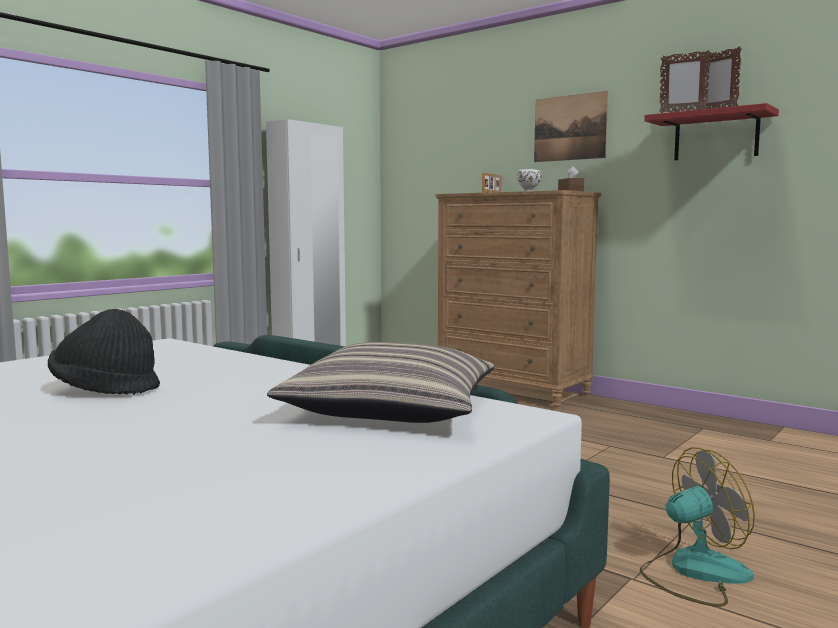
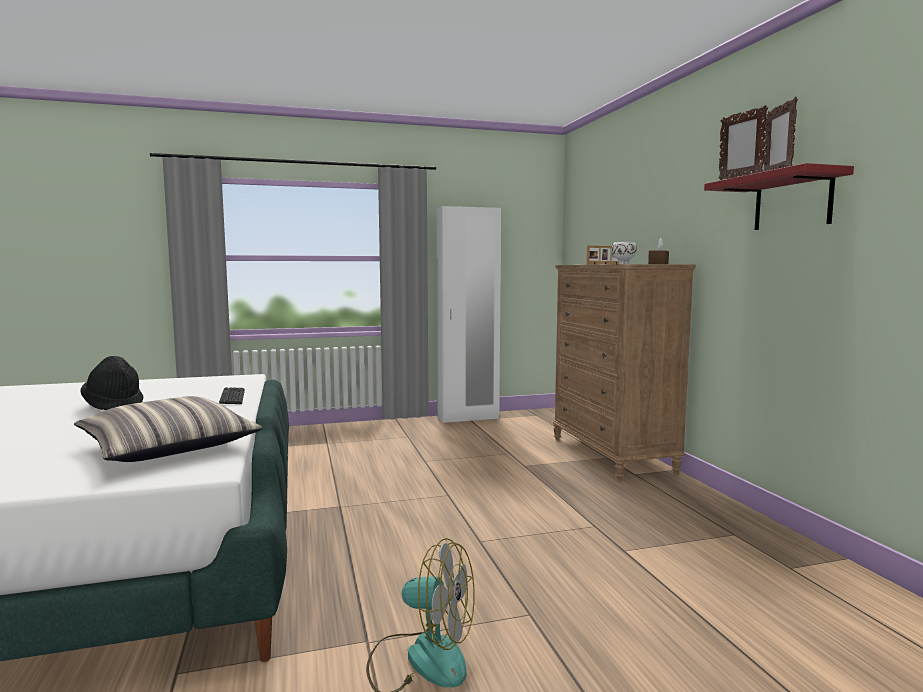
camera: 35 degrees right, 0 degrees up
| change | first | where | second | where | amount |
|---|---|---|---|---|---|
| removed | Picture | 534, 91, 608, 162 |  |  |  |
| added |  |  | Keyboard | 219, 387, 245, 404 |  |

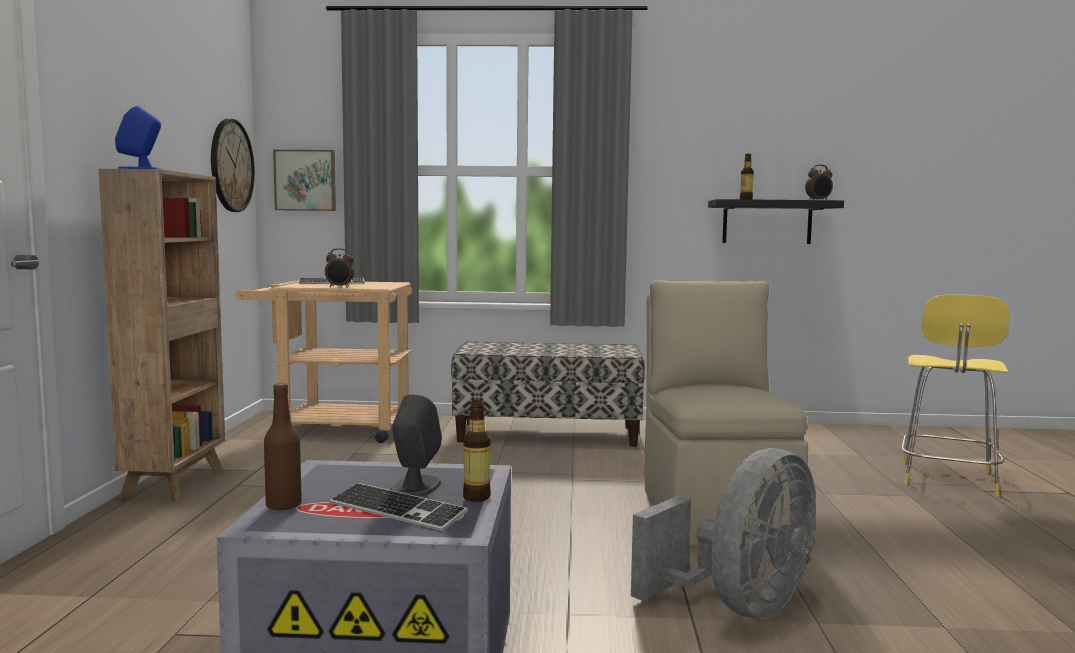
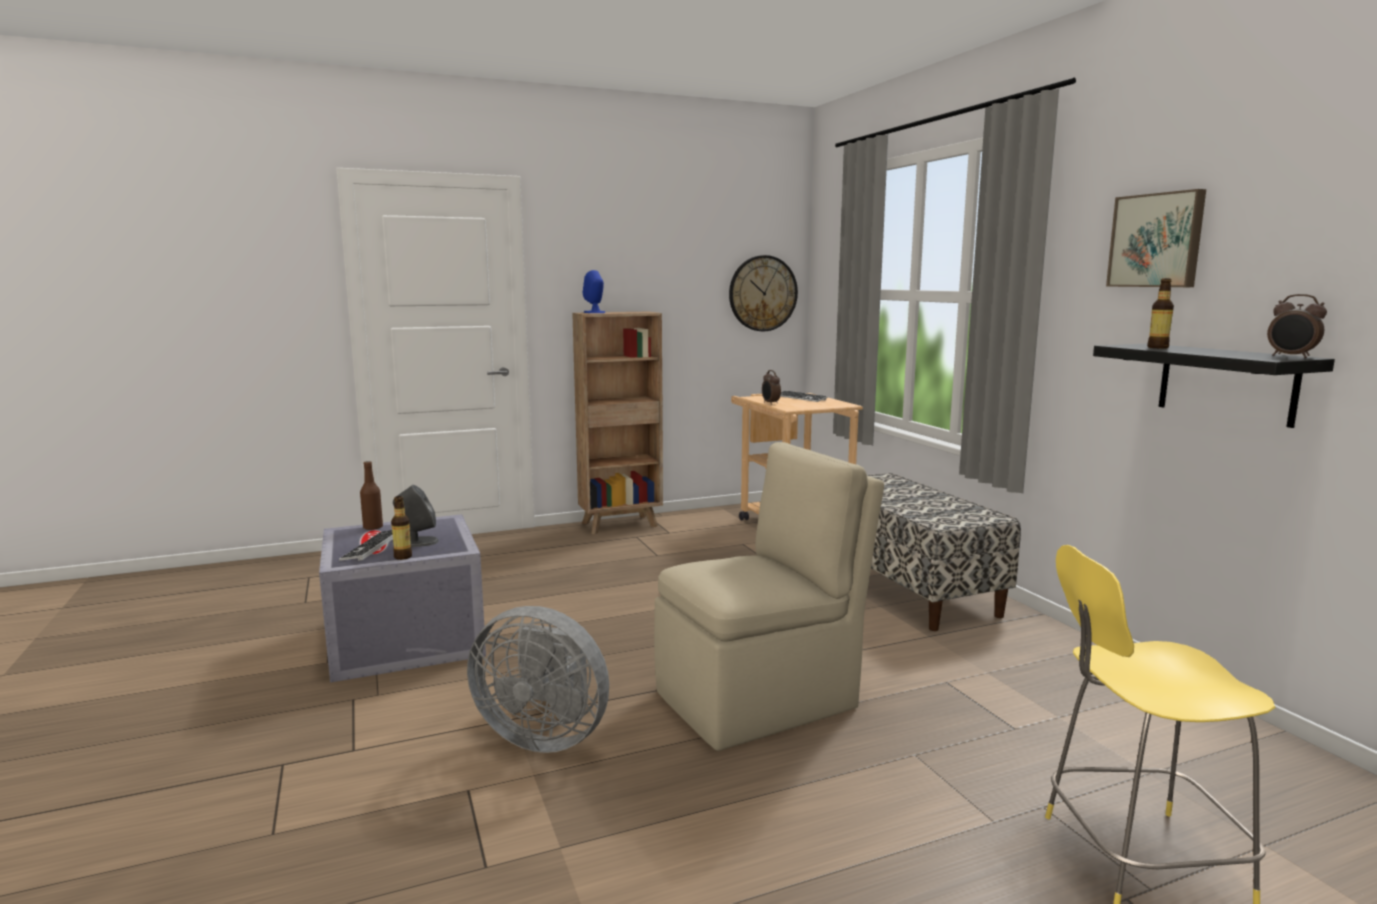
camera: 65 degrees right, 5 degrees up
| change | first | where | second | where | amount |
|---|---|---|---|---|---|
| moved | Picture | 273, 150, 336, 211 |  | 1106, 189, 1206, 287 |  |

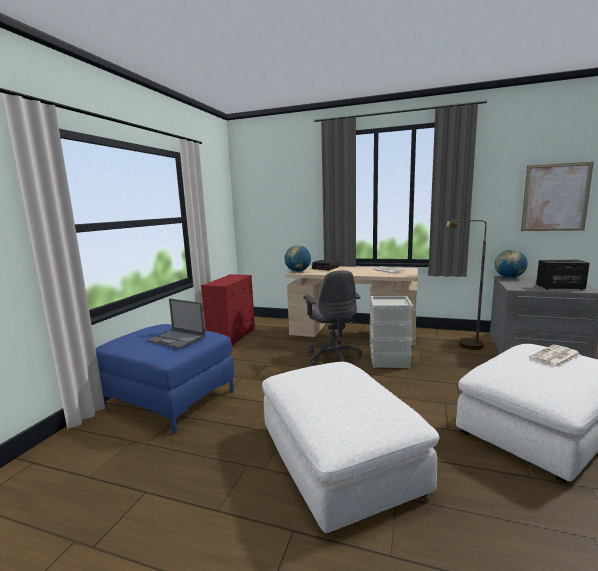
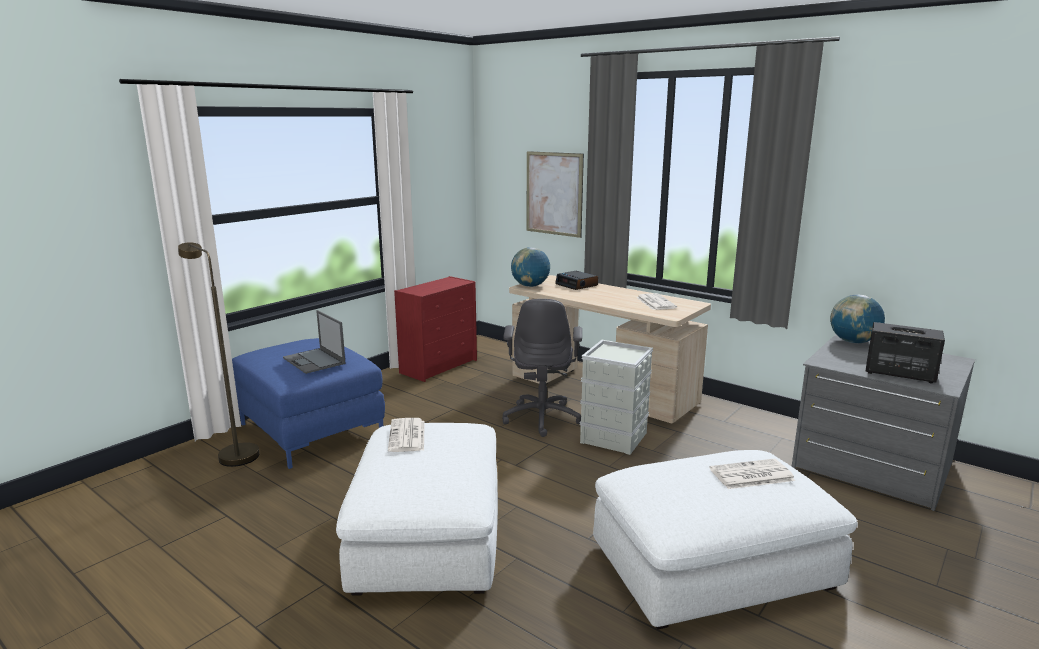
camera: 20 degrees right, 5 degrees up
| change | first | where | second | where | amount |
|---|---|---|---|---|---|
| added |  |  | Newspaper | 388, 418, 425, 452 |  |
| moved | BrownFloorLamp | 444, 220, 487, 350 |  | 178, 242, 259, 467 |  |
| moved | Picture | 521, 162, 594, 231 |  | 527, 151, 584, 238 |  |

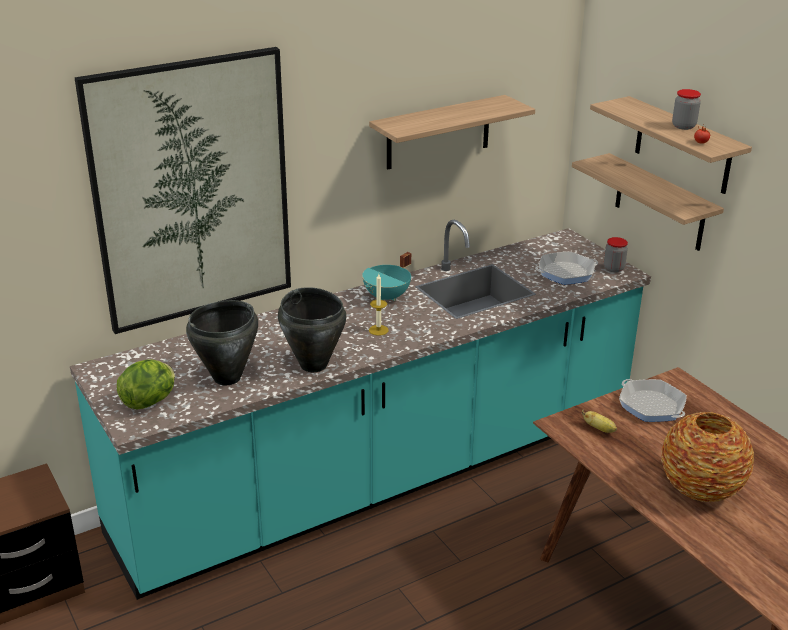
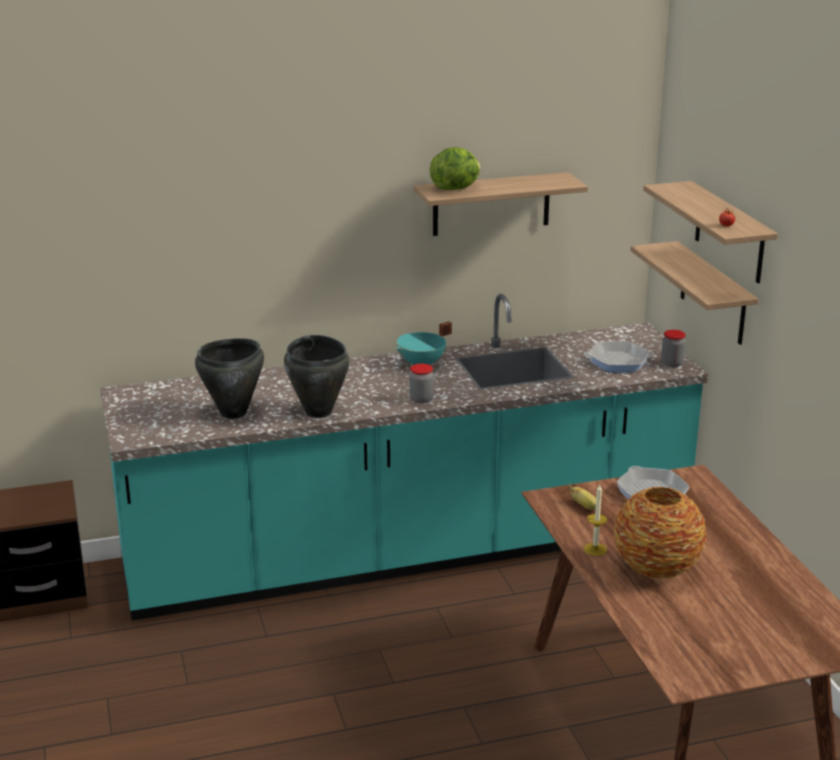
camera: 15 degrees right, 5 degrees down
| change | first | where | second | where | amount |
|---|---|---|---|---|---|
| removed | Picture | 75, 47, 291, 334 |  |  |  |
| moved | Lettuce | 117, 359, 175, 410 |  | 430, 147, 480, 190 |  |
| moved | Candle | 369, 274, 389, 336 |  | 584, 484, 607, 556 |  |
| moved | Jar | 672, 89, 701, 130 |  | 409, 364, 434, 403 |  |

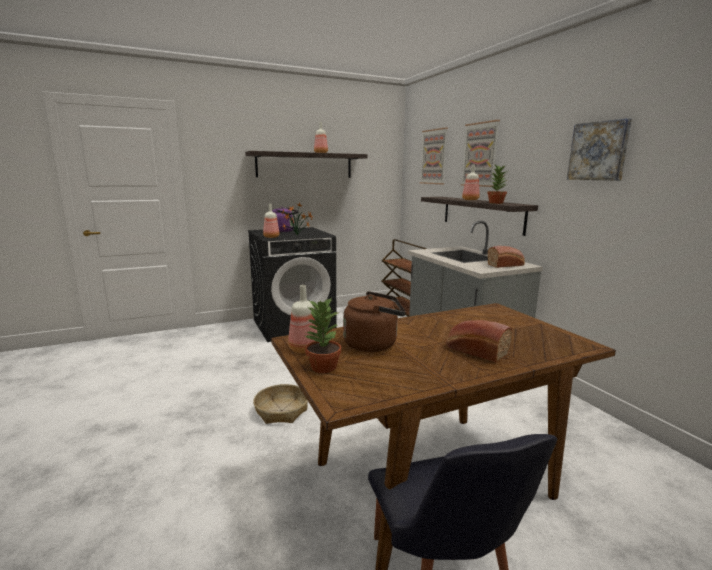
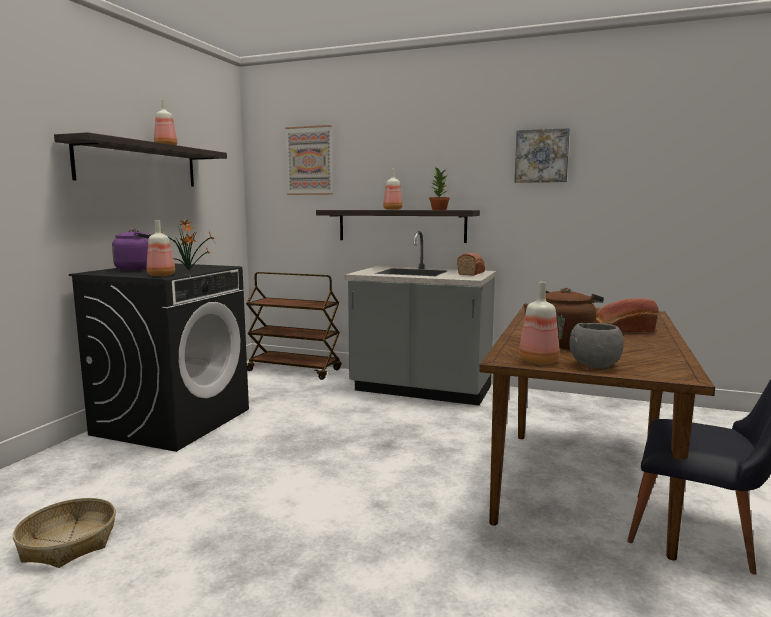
camera: 45 degrees left, 5 degrees down
| change | first | where | second | where | amount |
|---|---|---|---|---|---|
| removed | Picture | 461, 120, 500, 187 |  |  |  |
| moved | Basket | 253, 384, 308, 424 |  | 13, 498, 116, 568 |  |
| replaced | PottedPlant | 305, 297, 341, 373 | GreyBowl | 569, 323, 624, 368 |  |

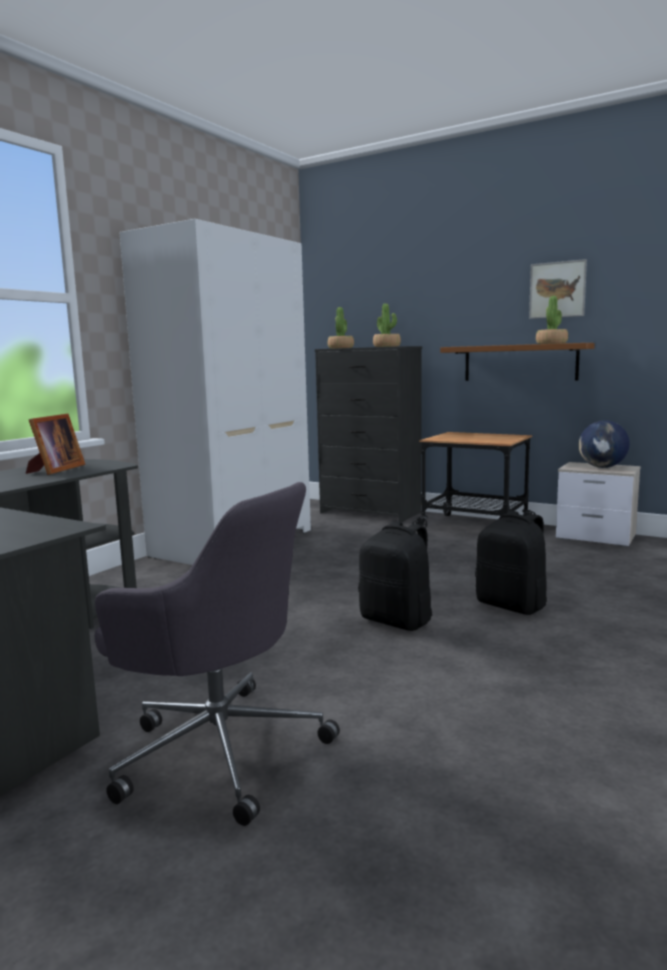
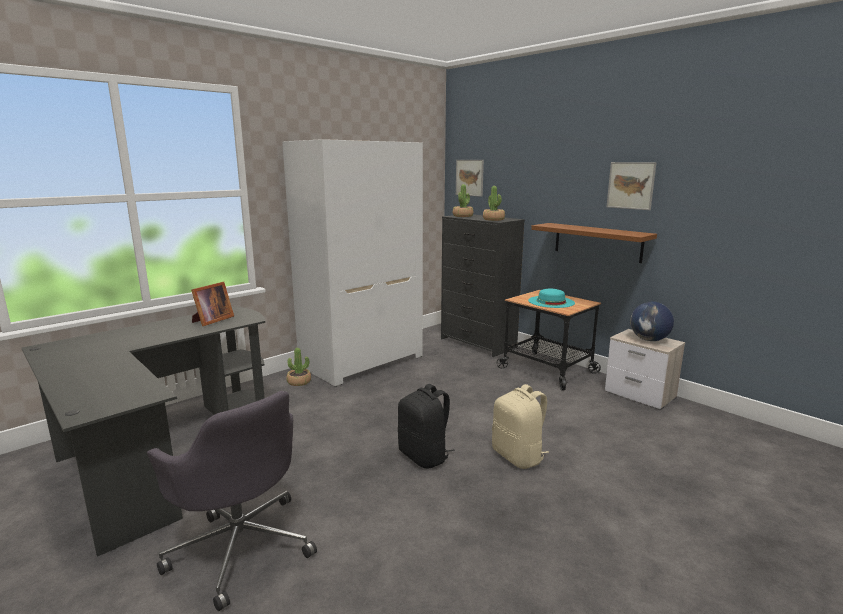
camera: 15 degrees right, 5 degrees up
| change | first | where | second | where | amount |
|---|---|---|---|---|---|
| added |  |  | Picture | 456, 160, 484, 197 |  |
| added |  |  | TurquoiseHat | 528, 289, 575, 308 |  |
| moved | PottedPlant | 536, 296, 568, 344 |  | 287, 348, 311, 386 |  |
| recoloured | BlackBackpack | 475, 511, 547, 615 | BeigeBackpack | 492, 384, 549, 469 |  |

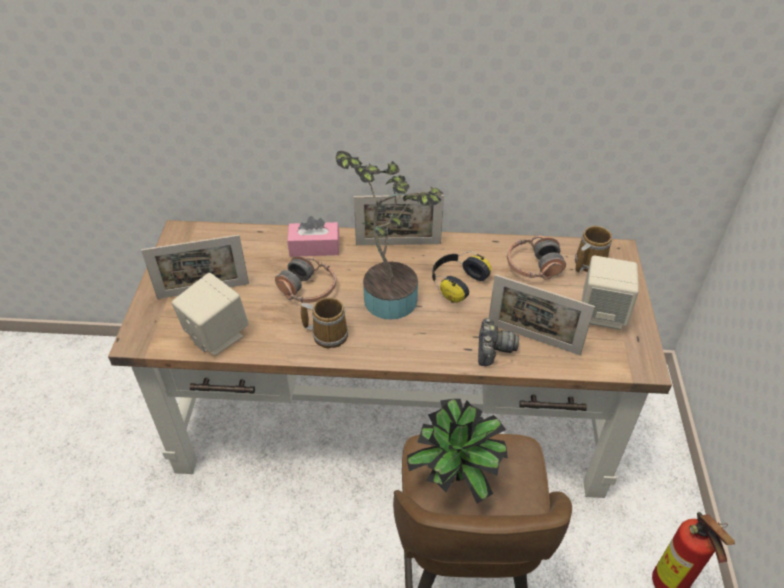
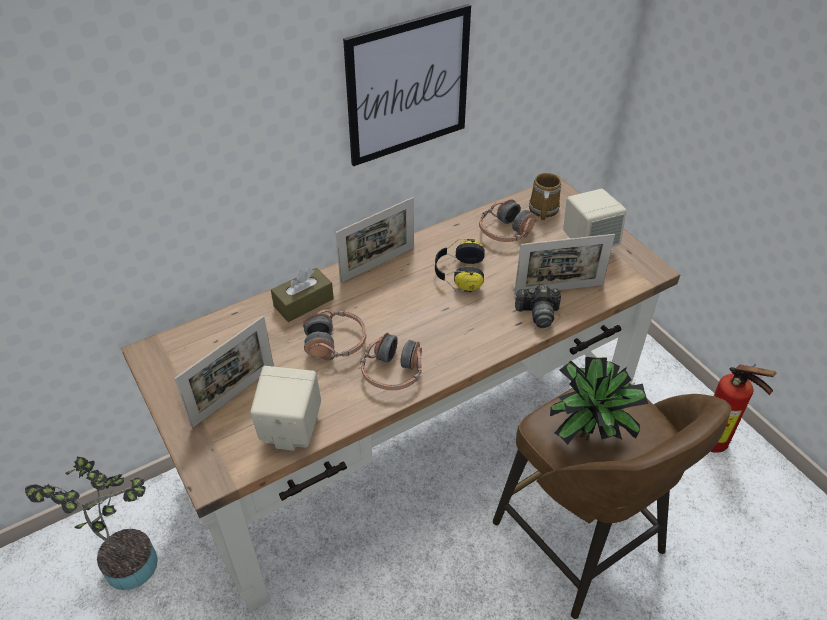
camera: 35 degrees left, 0 degrees up
| change | first | where | second | where | amount |
|---|---|---|---|---|---|
| added |  |  | Picture | 343, 4, 471, 166 |  |
| moved | PottedPlant | 336, 151, 443, 320 |  | 25, 457, 158, 590 |  |
| replaced | Mug | 301, 297, 348, 348 | Headphones | 360, 333, 422, 390 |  |
| recoloured | PinkTissueBox | 287, 216, 339, 257 | BrownTissueBox | 271, 267, 334, 322 |  |
| turned | PhotoCamera | 478, 318, 519, 366 |  | 515, 285, 561, 328 | 120 degrees clockwise |

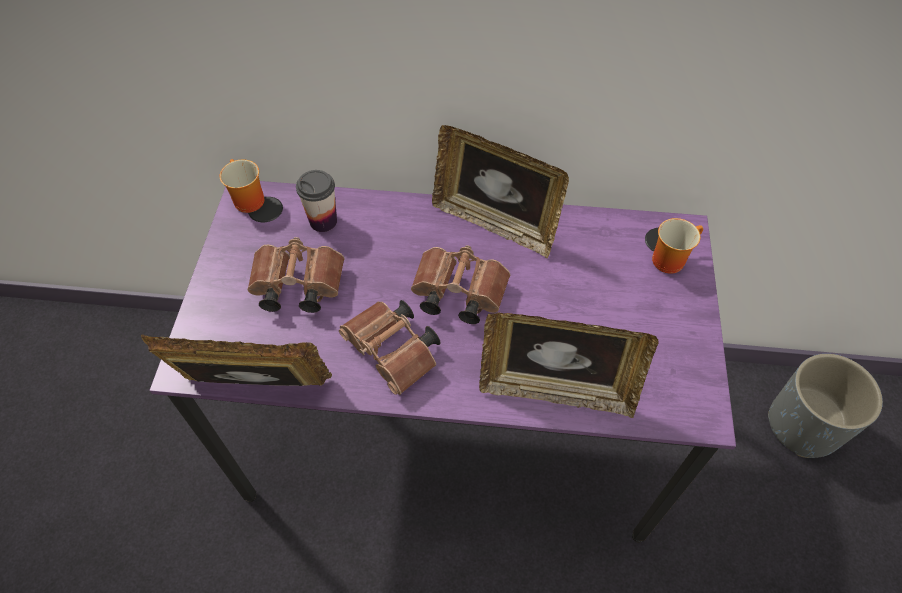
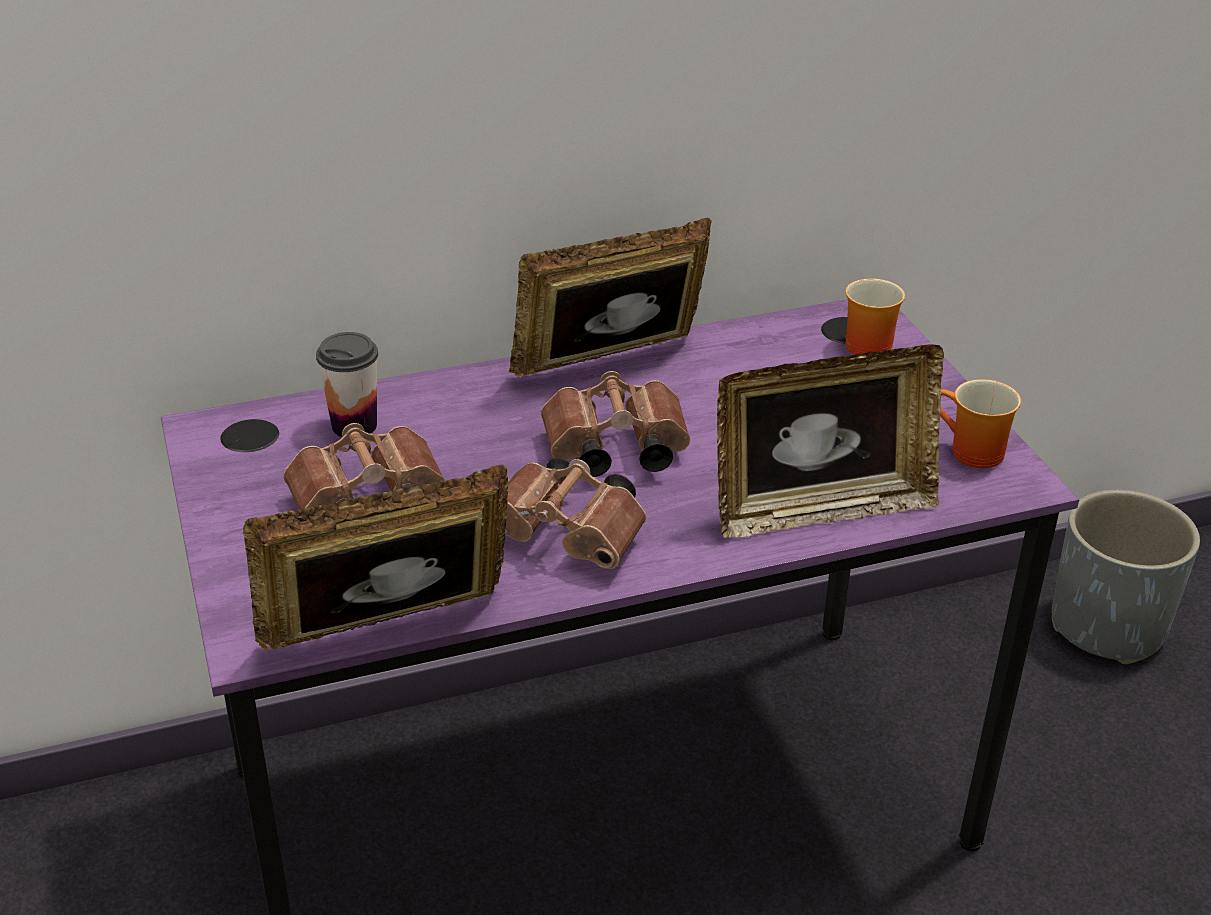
camera: 25 degrees left, 20 degrees down
| change | first | where | second | where | amount |
|---|---|---|---|---|---|
| moved | Mug | 220, 159, 264, 213 |  | 940, 379, 1021, 468 |  |
| turned | PictureFrame | 432, 125, 569, 258 |  | 509, 218, 712, 376 | 150 degrees clockwise |

